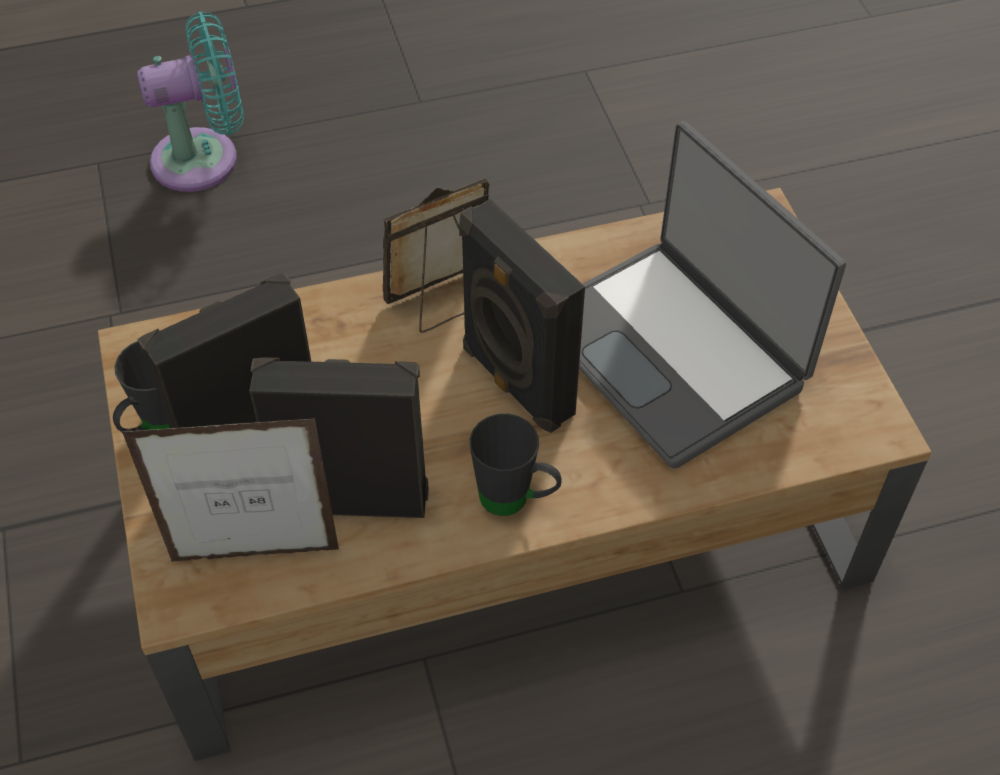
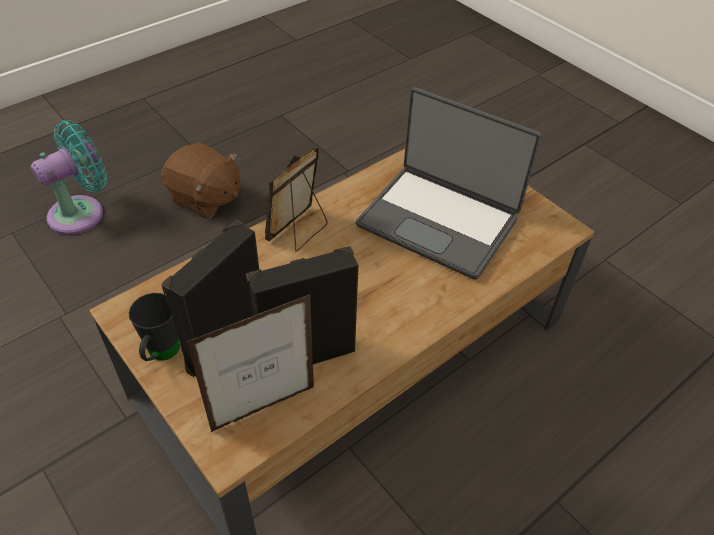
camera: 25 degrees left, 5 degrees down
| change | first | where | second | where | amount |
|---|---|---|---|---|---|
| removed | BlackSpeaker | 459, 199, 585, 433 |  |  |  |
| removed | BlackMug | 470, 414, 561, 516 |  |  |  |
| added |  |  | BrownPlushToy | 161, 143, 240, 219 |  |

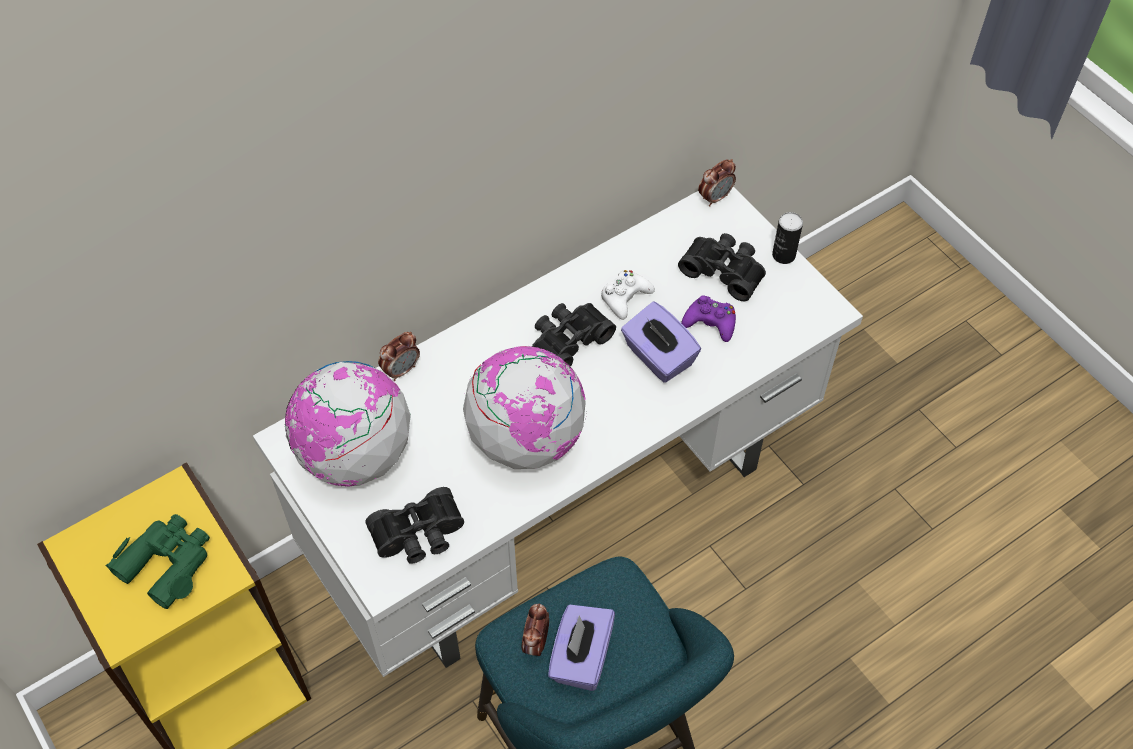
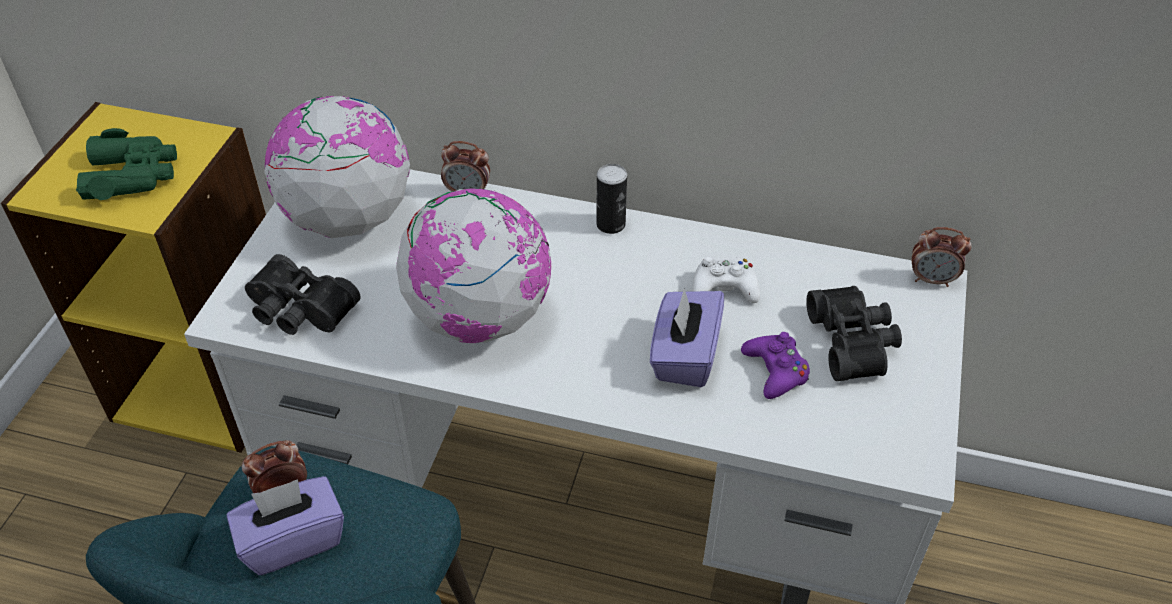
camera: 50 degrees right, 10 degrees down
| change | first | where | second | where | amount |
|---|---|---|---|---|---|
| removed | BlackBinoculars | 532, 303, 616, 367 |  |  |  |
| moved | Can | 772, 212, 803, 264 |  | 596, 164, 627, 234 |  |

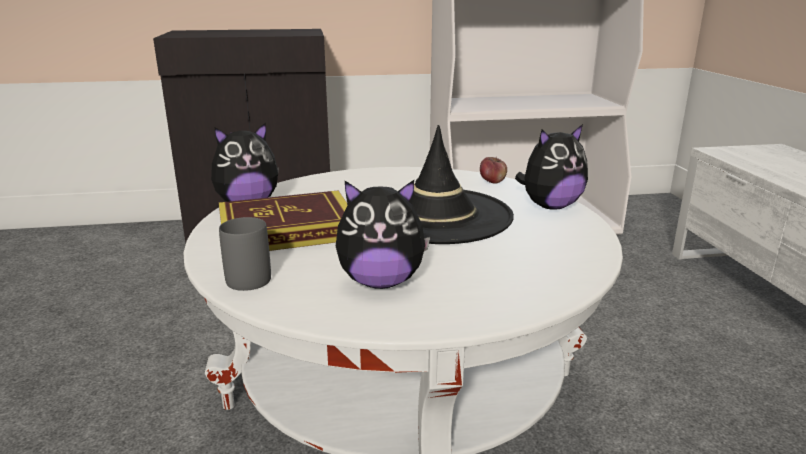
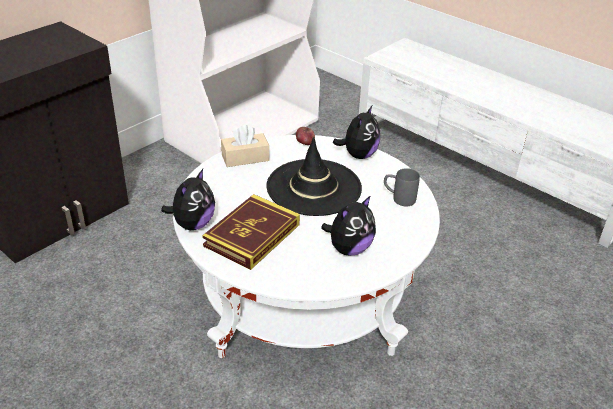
camera: 40 degrees left, 15 degrees up
| change | first | where | second | where | amount |
|---|---|---|---|---|---|
| added |  |  | BeigeTissueBox | 221, 125, 269, 167 |  |
| moved | GreyMug | 219, 217, 271, 291 |  | 384, 168, 420, 206 |  |

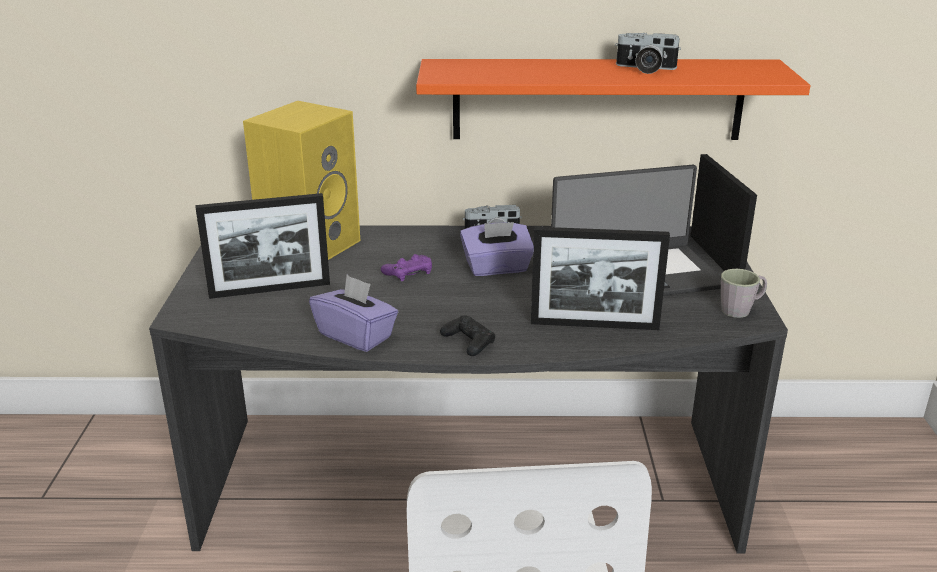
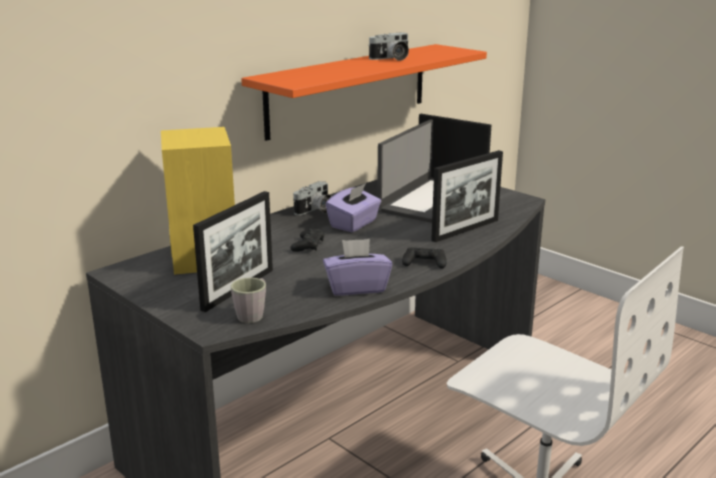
camera: 45 degrees left, 5 degrees down
| change | first | where | second | where | amount |
|---|---|---|---|---|---|
| moved | GreyMug | 721, 269, 767, 318 |  | 231, 277, 266, 323 |  |
| recoloured | PurpleGameController | 381, 254, 432, 281 | BlackGameController | 290, 229, 324, 252 |  |

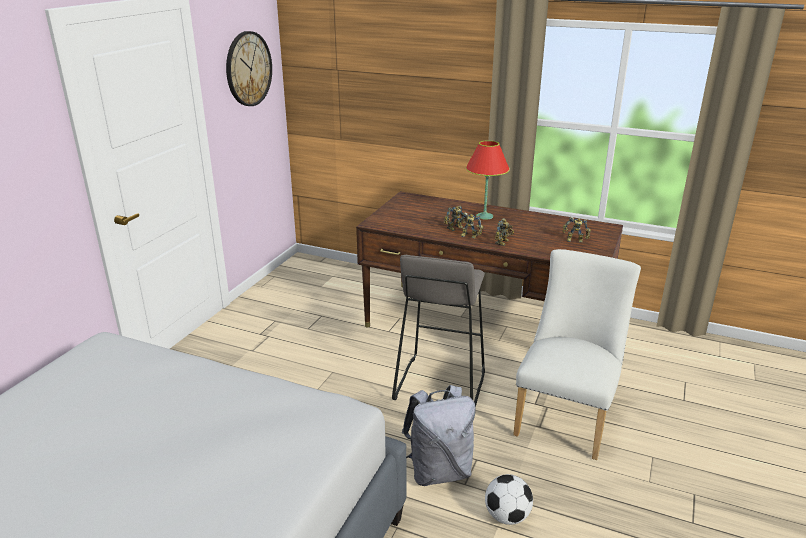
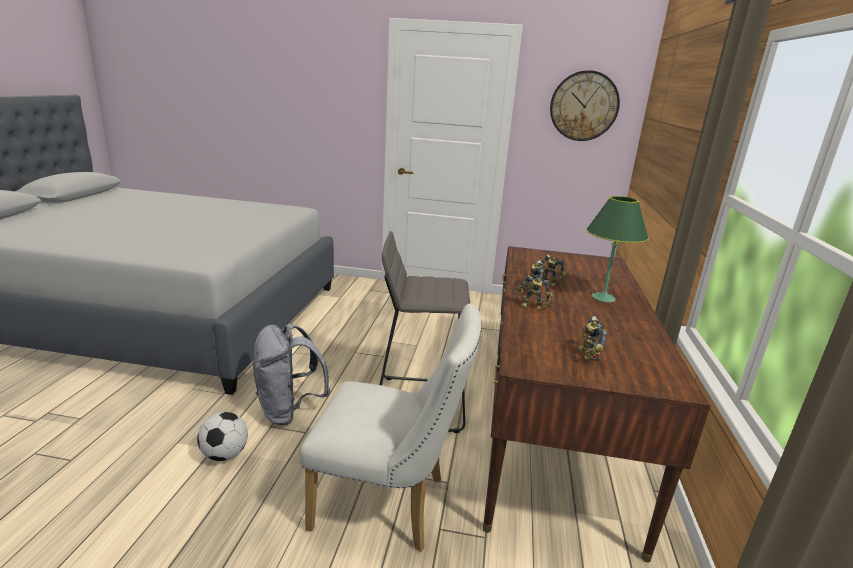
camera: 75 degrees right, 5 degrees down
| change | first | where | second | where | amount |
|---|---|---|---|---|---|
| recoloured | RedTableLamp | 466, 140, 510, 220 | GreenTableLamp | 586, 196, 649, 302 |  |

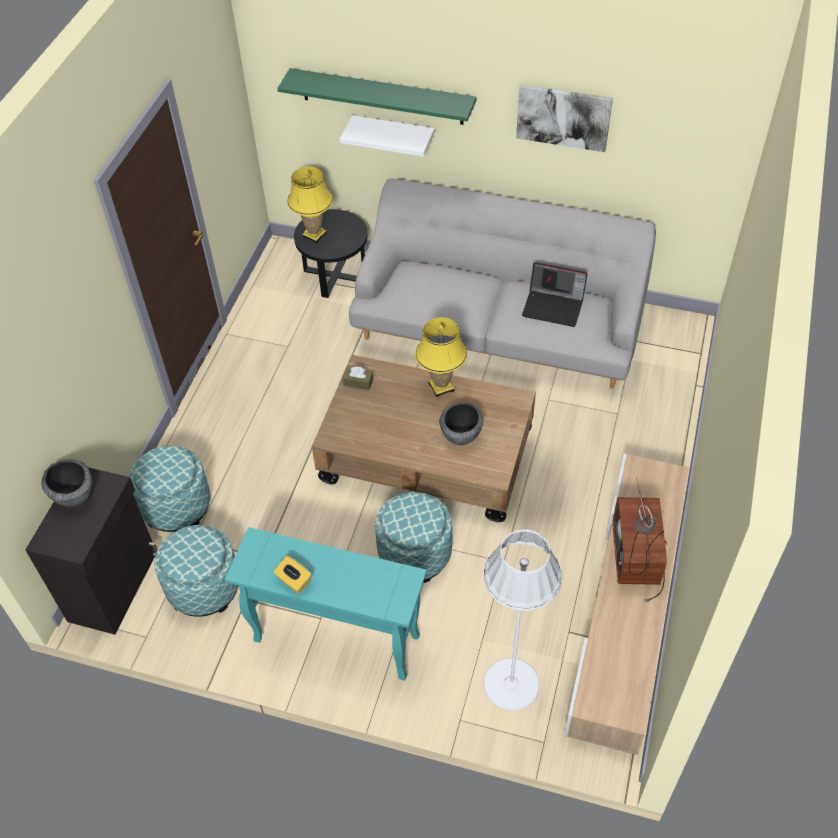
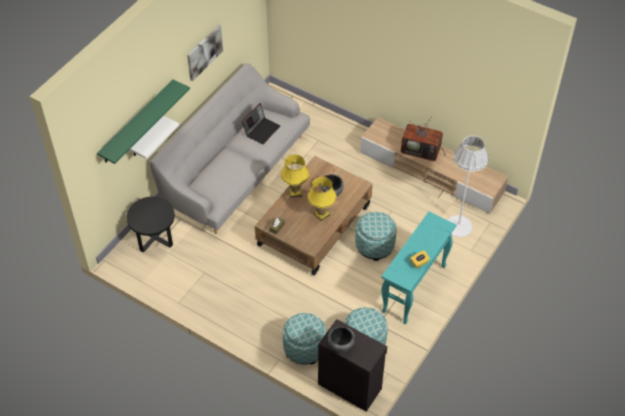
camera: 75 degrees left, 0 degrees up
| change | first | where | second | where | amount |
|---|---|---|---|---|---|
| moved | YellowTableLamp | 287, 166, 333, 243 |  | 307, 177, 337, 221 |  |

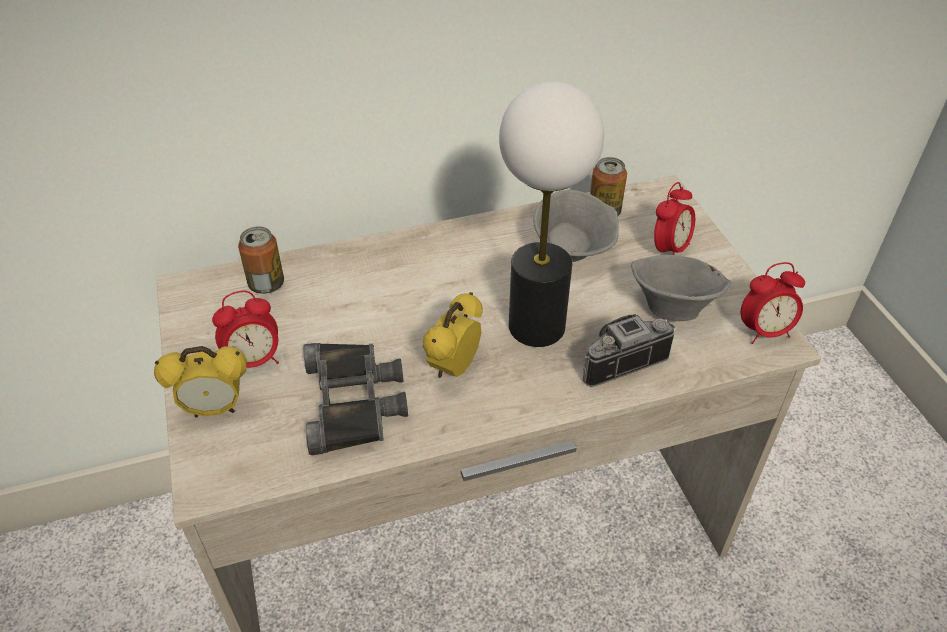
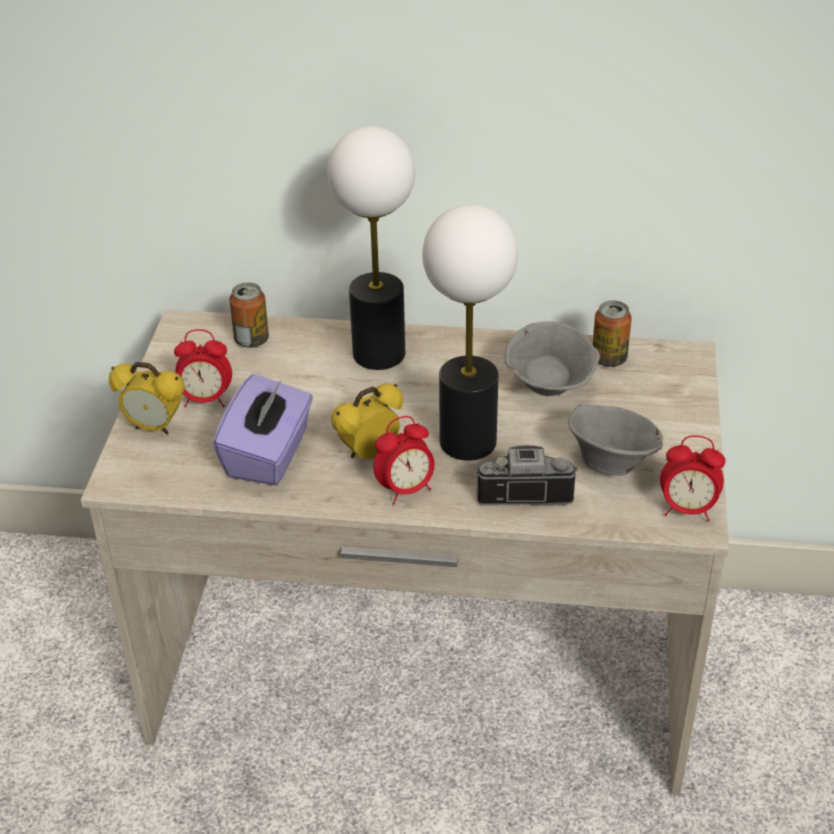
camera: 25 degrees right, 5 degrees down
| change | first | where | second | where | amount |
|---|---|---|---|---|---|
| added |  |  | TableLamp | 327, 126, 415, 370 |  |
| moved | AlarmClock | 654, 182, 695, 255 |  | 374, 416, 435, 504 |  |
| replaced | BlackBinoculars | 303, 343, 408, 455 | PurpleTissueBox | 213, 374, 313, 486 |  |

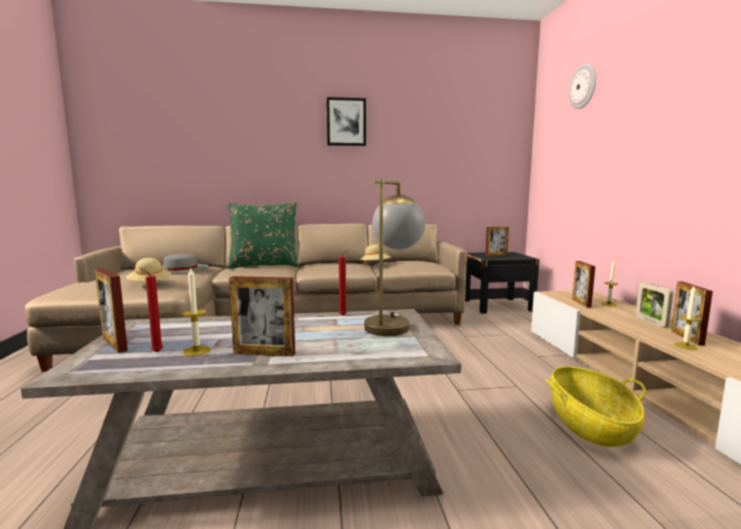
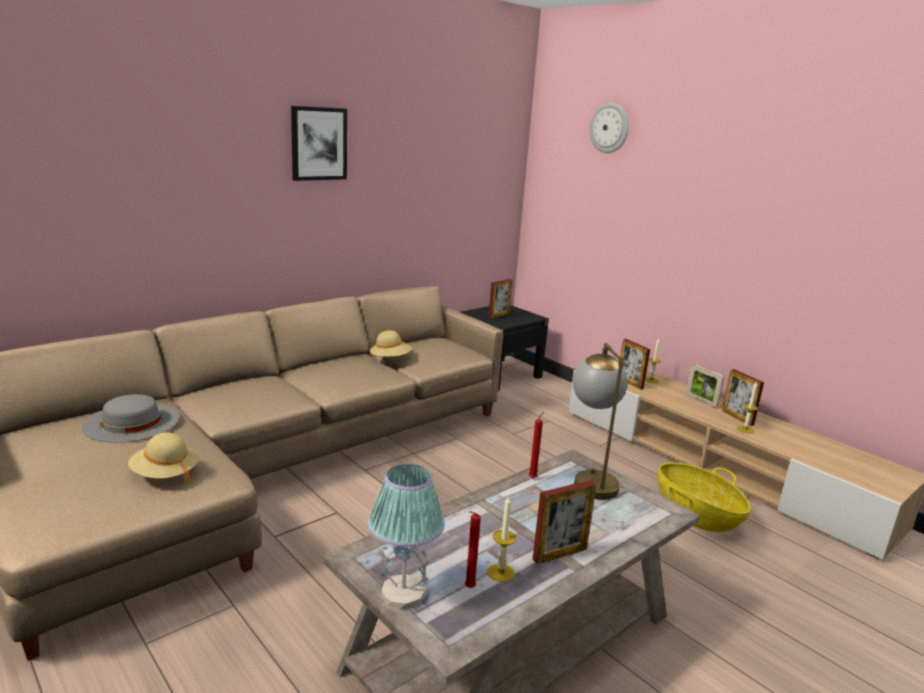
camera: 35 degrees left, 10 degrees up
| change | first | where | second | where | amount |
|---|---|---|---|---|---|
| removed | GreenPillow | 227, 202, 299, 269 |  |  |  |
| replaced | PictureFrame | 95, 268, 128, 353 | TableLamp | 368, 464, 445, 609 |  |

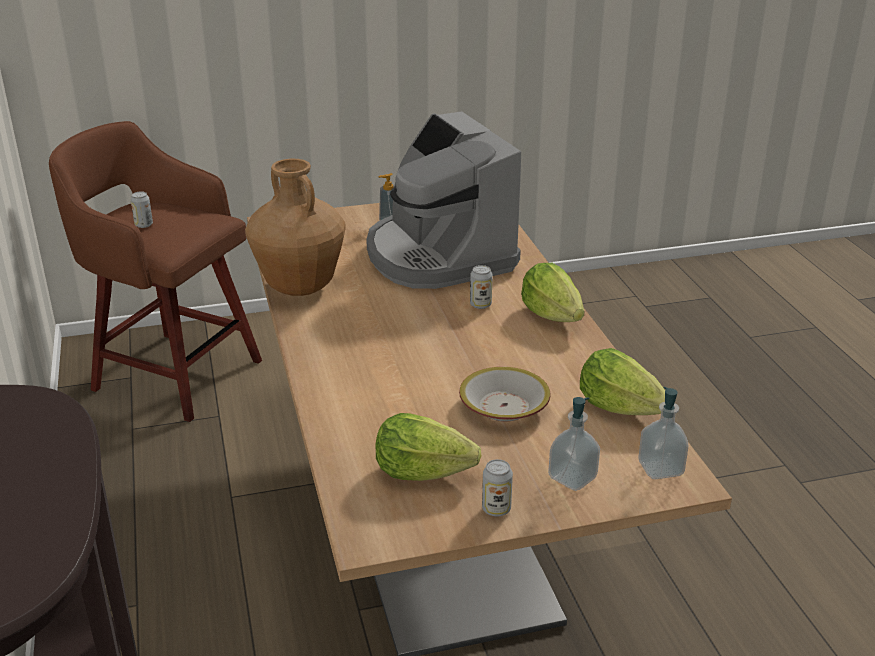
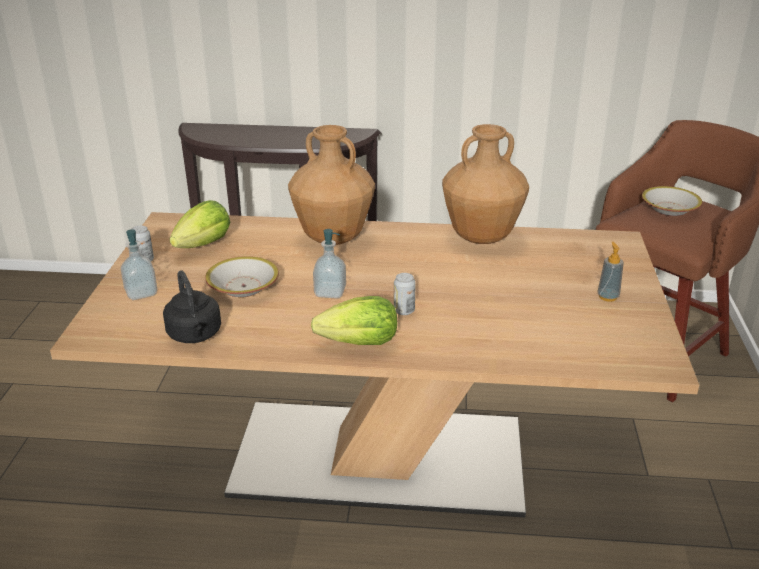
camera: 110 degrees right, 0 degrees up
| change | first | where | second | where | amount |
|---|---|---|---|---|---|
| removed | CoffeeMachine | 366, 111, 521, 289 |  |  |  |
| added |  |  | BrownVase | 288, 125, 375, 245 |  |
| moved | SoapDispenser | 638, 387, 688, 479 |  | 313, 229, 346, 299 |  |
| replaced | Can | 131, 191, 153, 228 | Bowl | 642, 186, 702, 216 |  |
| replaced | Lettuce | 580, 348, 665, 415 | BlackKettle | 163, 270, 221, 343 |  |

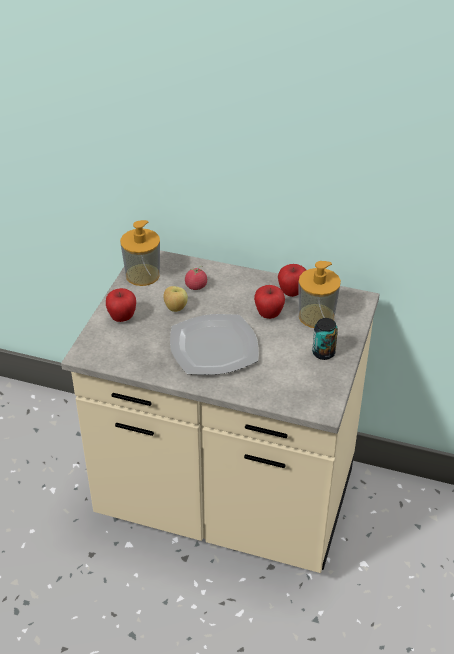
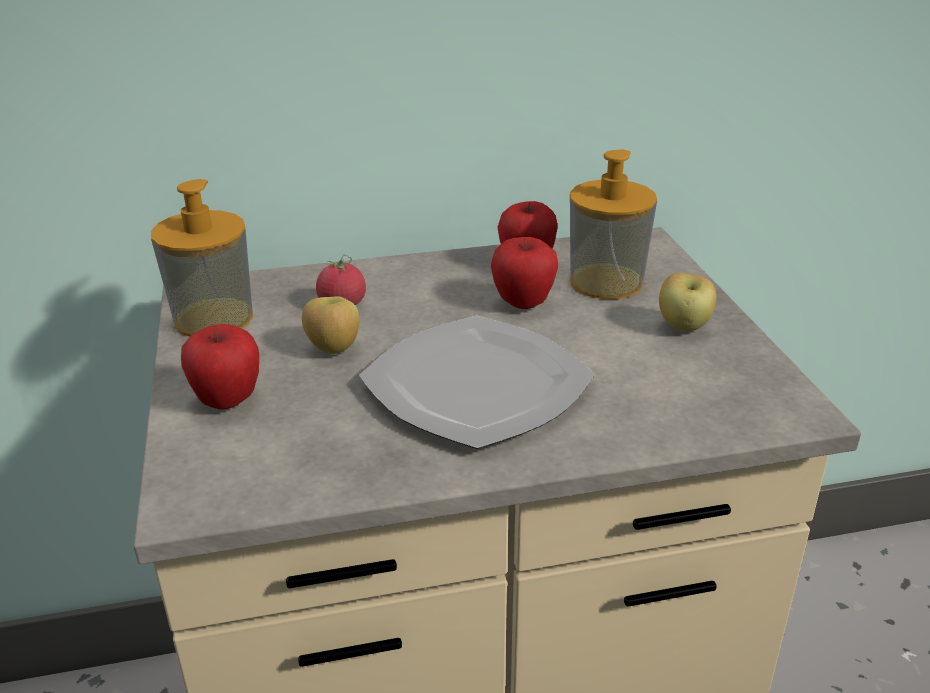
camera: 30 degrees left, 10 degrees down
| change | first | where | second | where | amount |
|---|---|---|---|---|---|
| replaced | Can | 312, 318, 338, 360 | Apple | 659, 273, 716, 331 |  |

